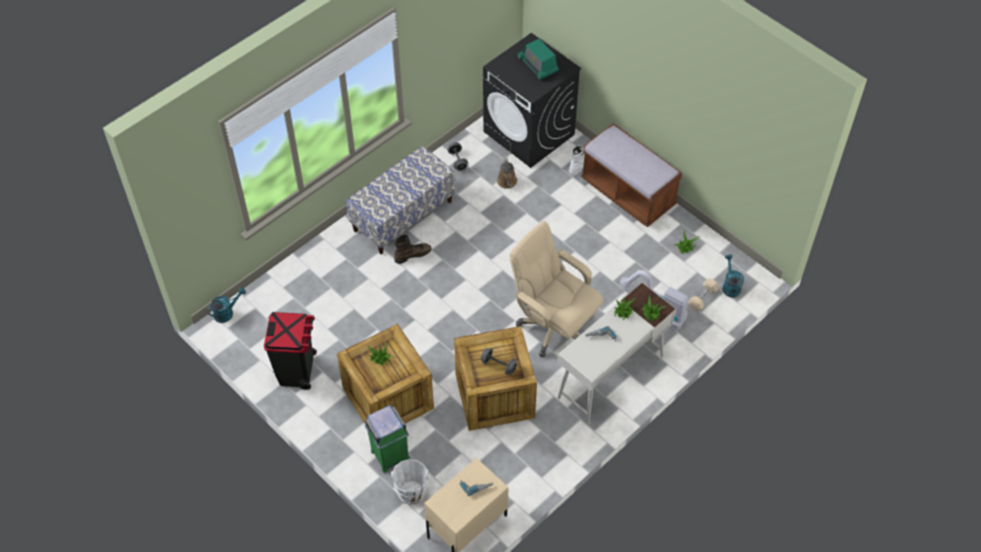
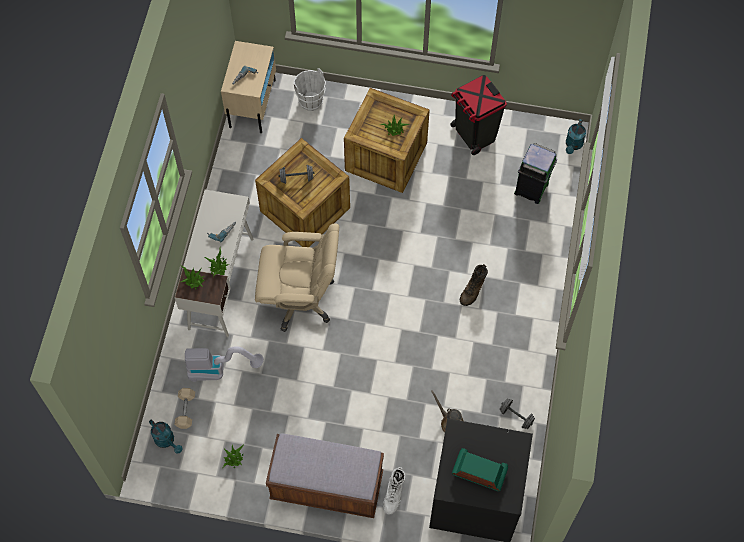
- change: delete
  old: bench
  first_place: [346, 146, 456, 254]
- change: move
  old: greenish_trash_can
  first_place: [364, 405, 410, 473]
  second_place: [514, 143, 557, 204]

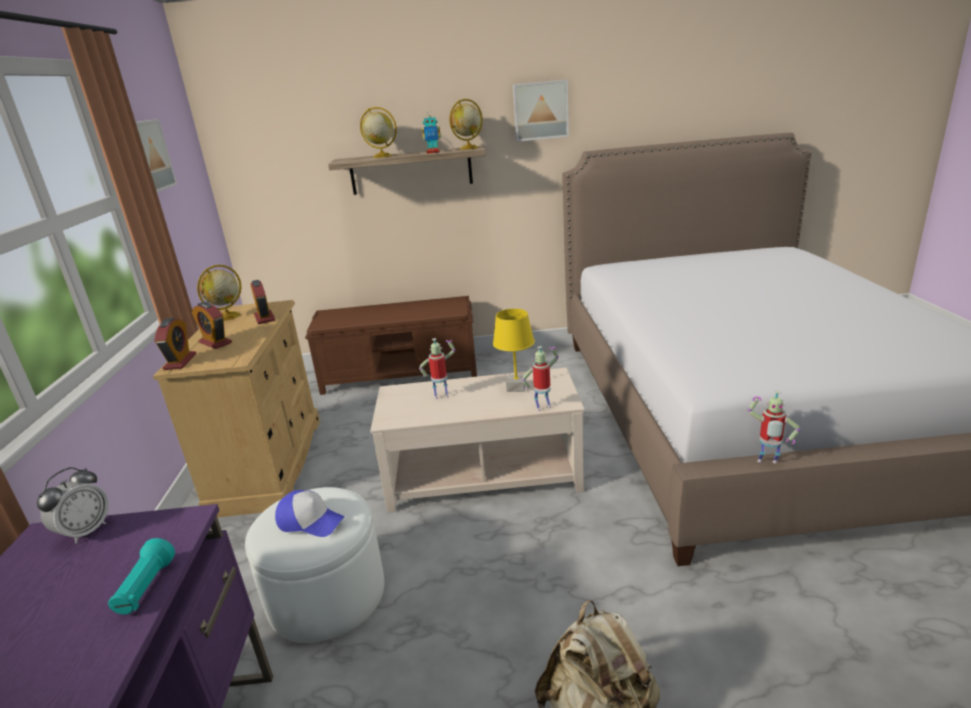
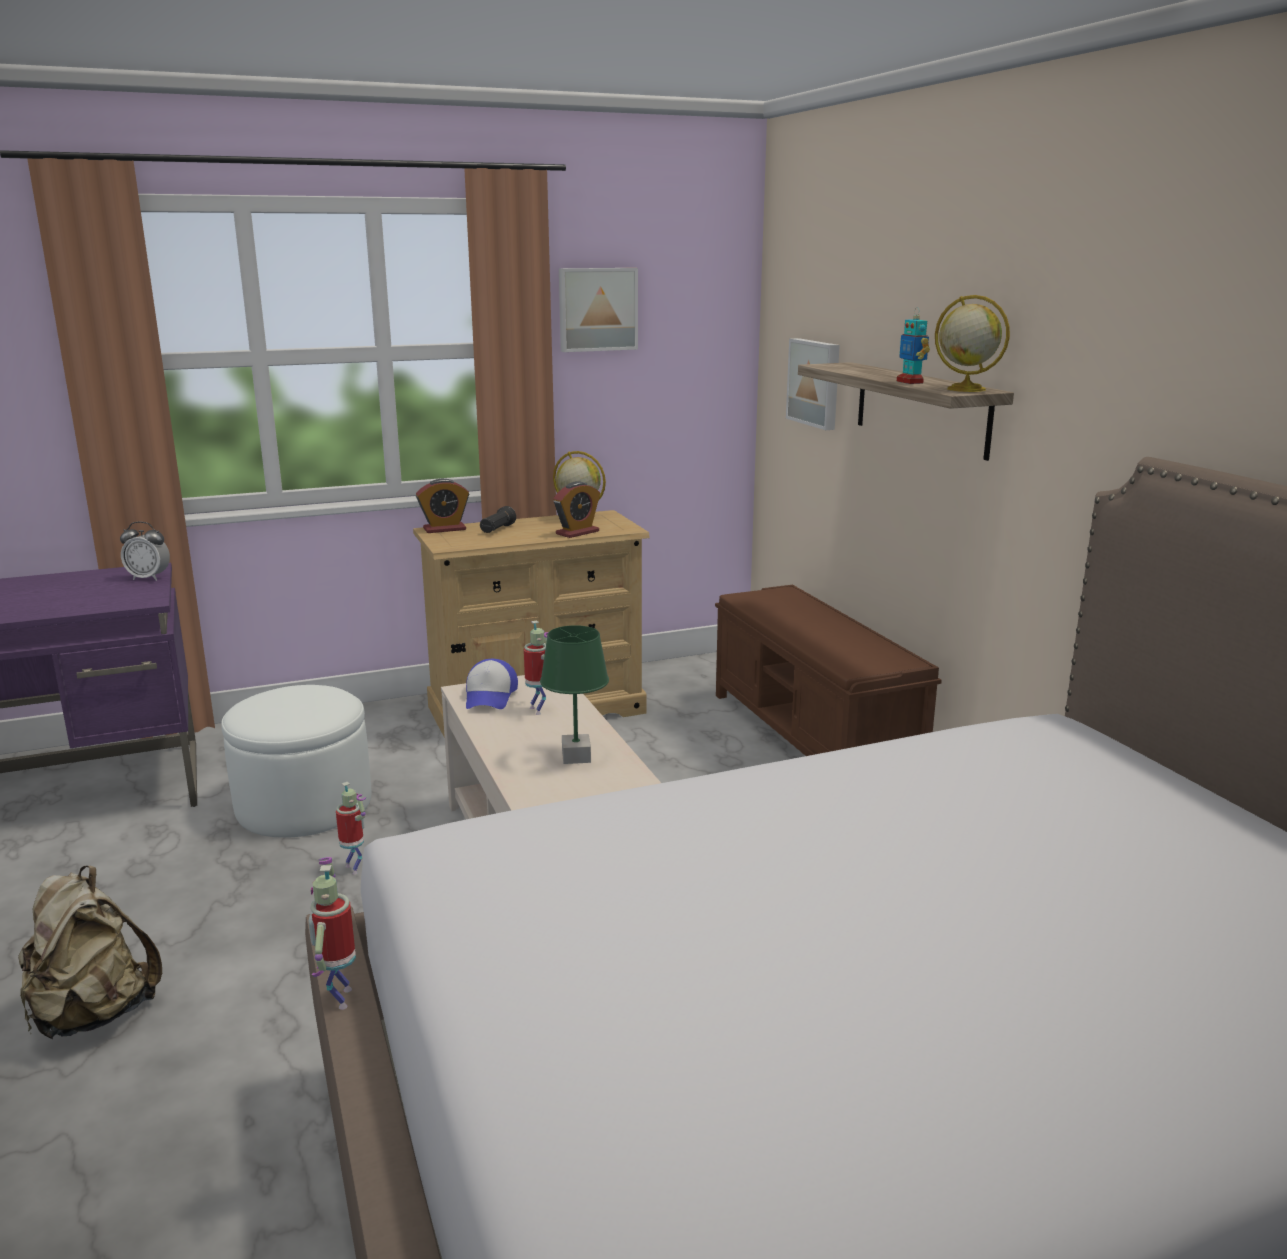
- change: delete
  old: blue-green_flashlight
  first_place: [108, 538, 175, 615]
- change: replace
  old: bedside_clock
  new: black_flashlight
  first_place: [192, 302, 232, 349]
  second_place: [480, 506, 516, 533]
- change: move
  old: cap
  first_place: [275, 490, 345, 537]
  second_place: [466, 659, 518, 709]
- change: delete
  old: globe
  first_place: [360, 107, 397, 158]
- change: recolor
  old: yellowish_lamp_for_a_table
  new: greenish_lamp_for_a_table
  first_place: [493, 309, 535, 392]
  second_place: [540, 625, 609, 764]
- change: move
  old: wall_art
  first_place: [513, 80, 569, 142]
  second_place: [786, 338, 840, 430]
- change: move
  old: model_robot
  first_place: [522, 346, 559, 411]
  second_place: [336, 782, 366, 875]

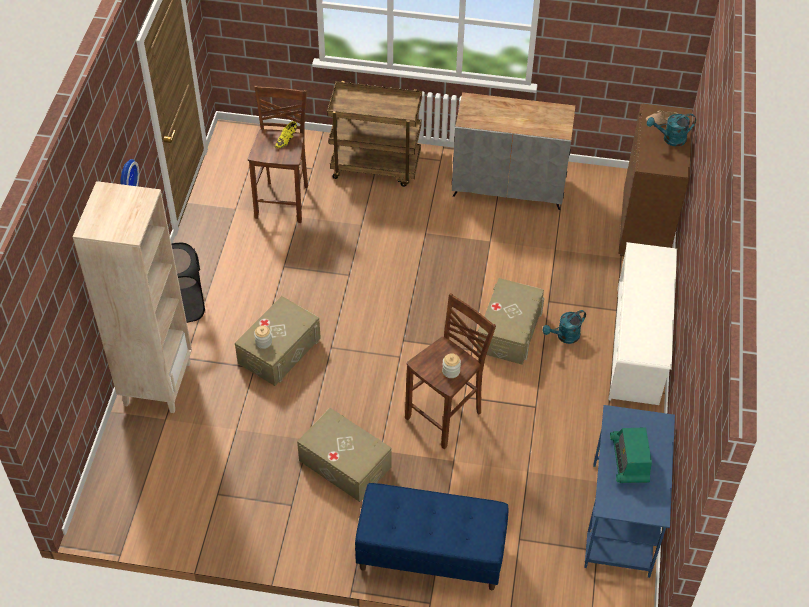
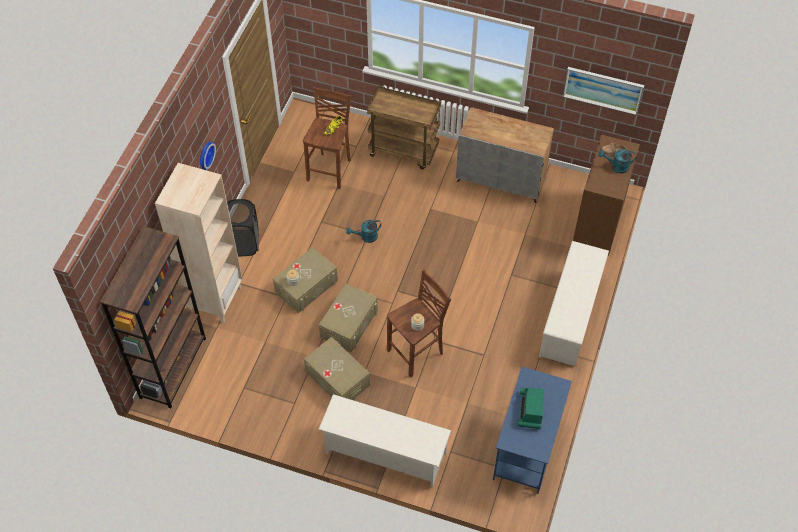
- change: replace
  old: blue-coloured_bench
  new: white-coloured_shoe_shelf
  first_place: [355, 483, 509, 590]
  second_place: [318, 394, 451, 488]
- change: move
  old: beige-coloured_storage_bin
  first_place: [477, 278, 544, 365]
  second_place: [319, 283, 378, 352]
- change: move
  old: blue-green_watering_can
  first_place: [542, 310, 586, 344]
  second_place: [346, 220, 381, 243]
- change: insert
  new: brown-coloured_shelving_unit
  second_place: [100, 226, 206, 408]
- change: insert
  new: wall_art
  second_place: [563, 67, 644, 115]

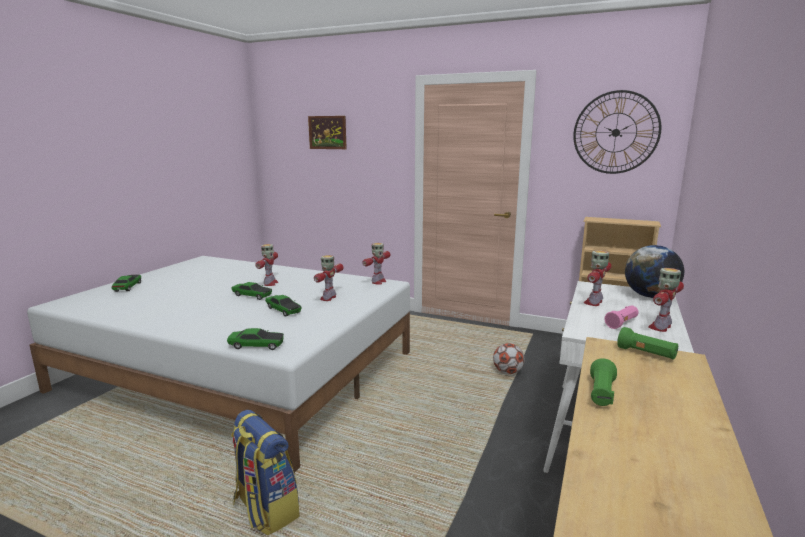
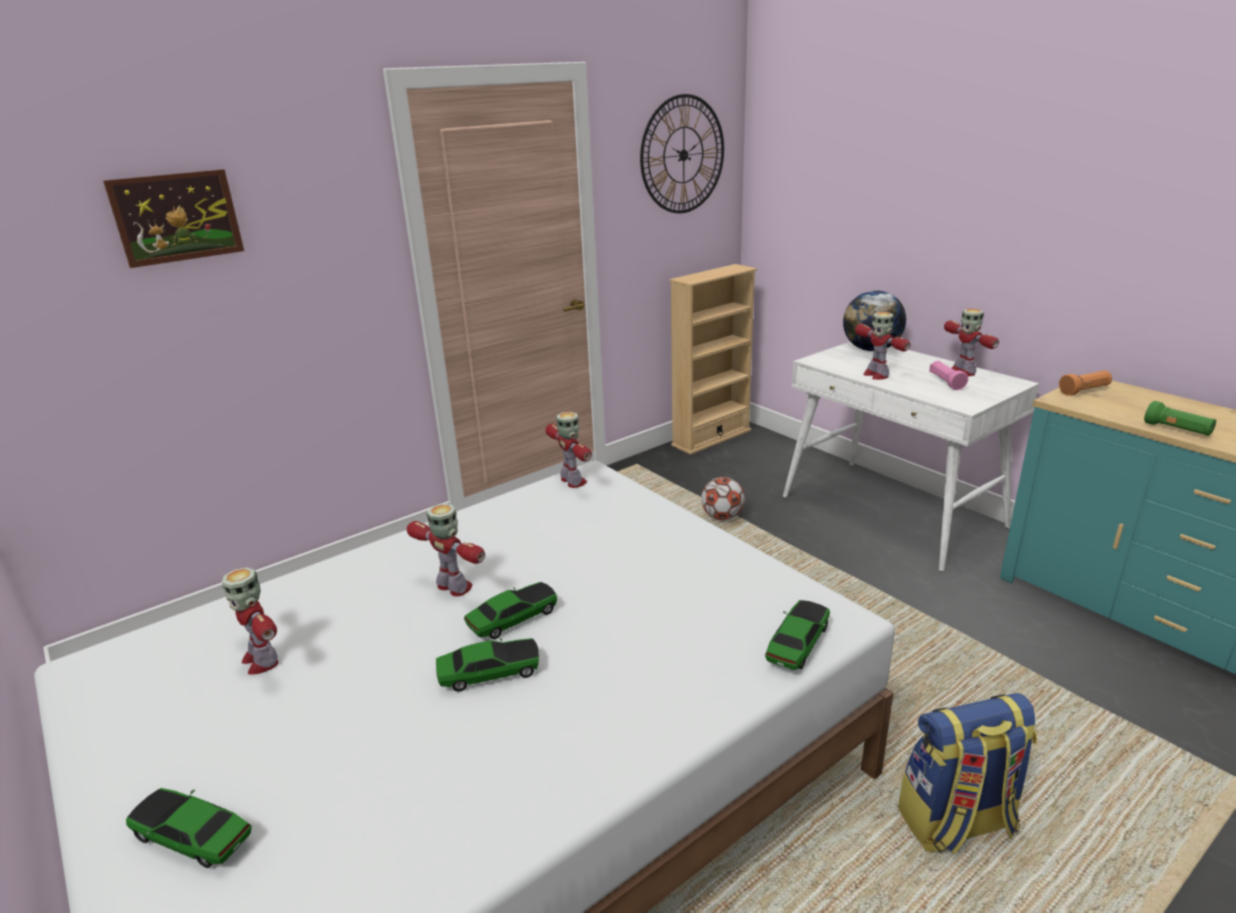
- change: move
  old: miniature_car
  first_place: [265, 295, 301, 317]
  second_place: [436, 638, 539, 692]
- change: move
  old: model_robot
  first_place: [314, 255, 344, 301]
  second_place: [222, 567, 278, 675]
- change: recolor
  old: greenish_flashlight
  new: orange-coloured_flashlight
  first_place: [617, 327, 678, 360]
  second_place: [1059, 370, 1112, 396]

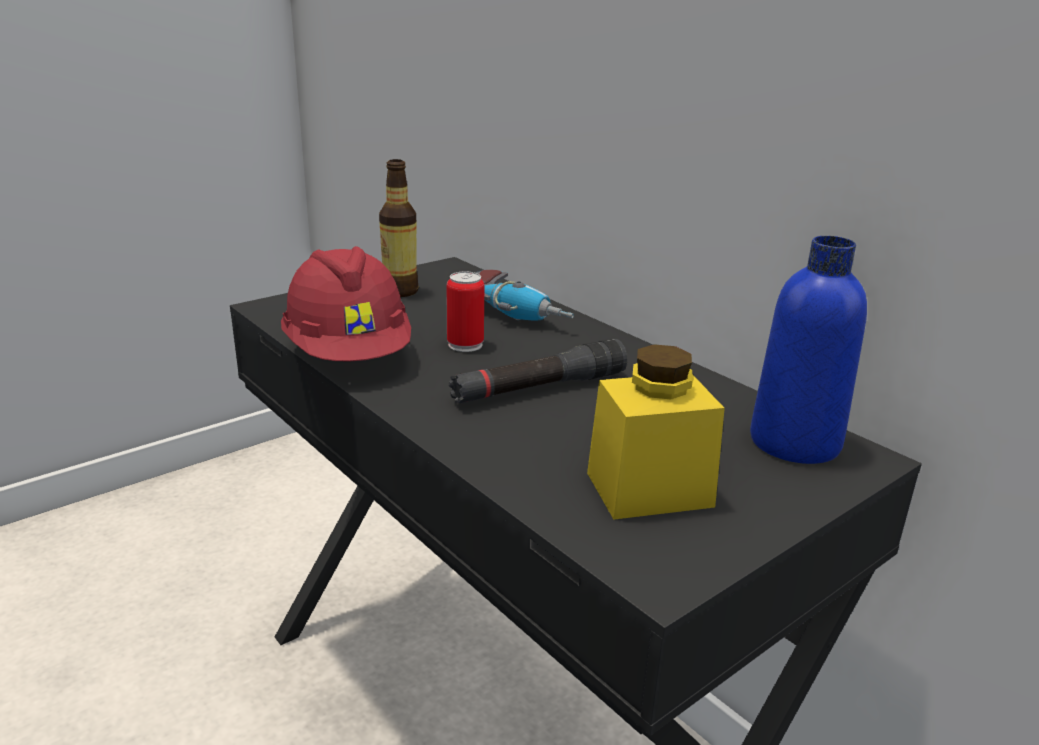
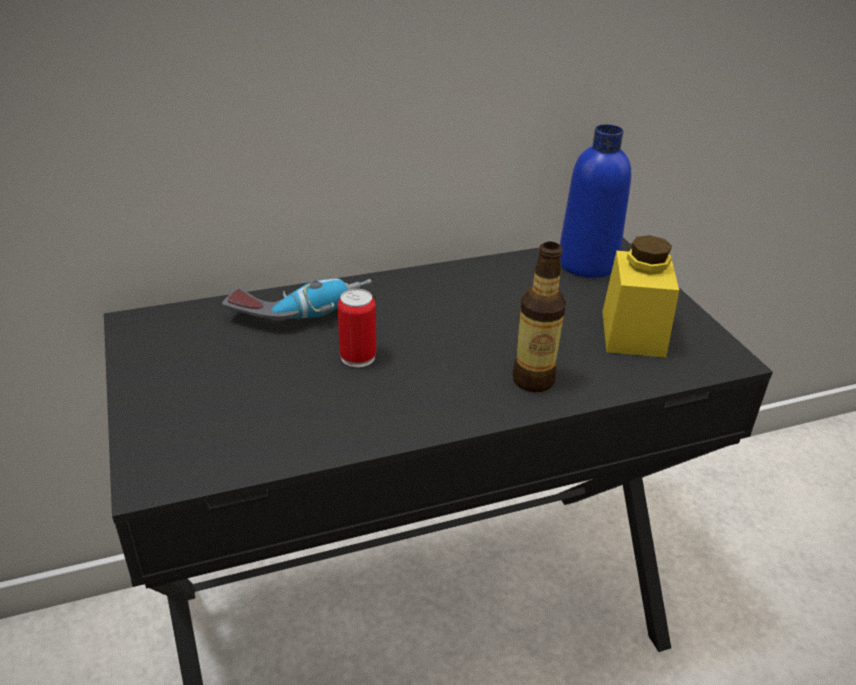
- change: delete
  old: red-coloured_work_helmet
  first_place: [281, 246, 411, 361]
- change: move
  old: bottle
  first_place: [379, 159, 419, 297]
  second_place: [513, 242, 566, 392]
- change: delete
  old: black_flashlight
  first_place: [449, 339, 627, 404]

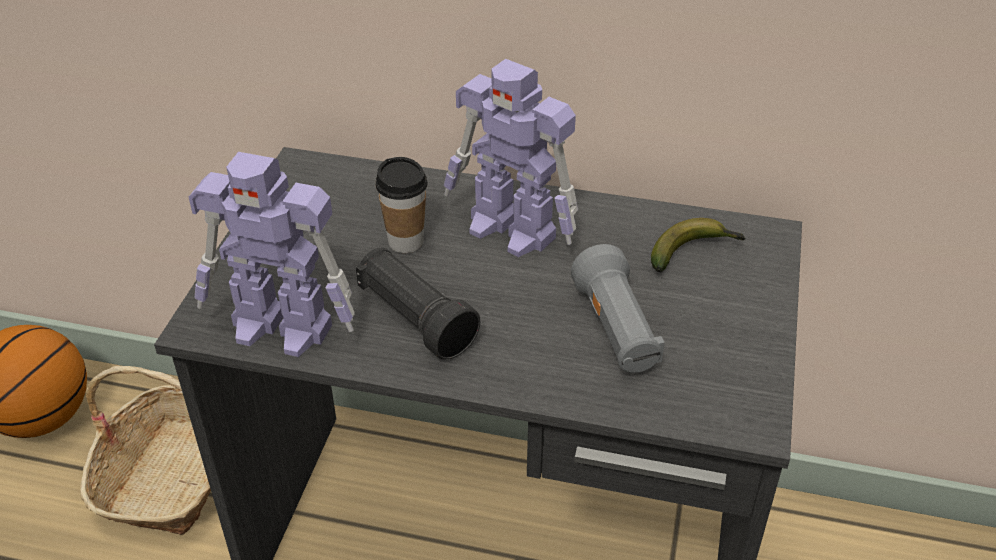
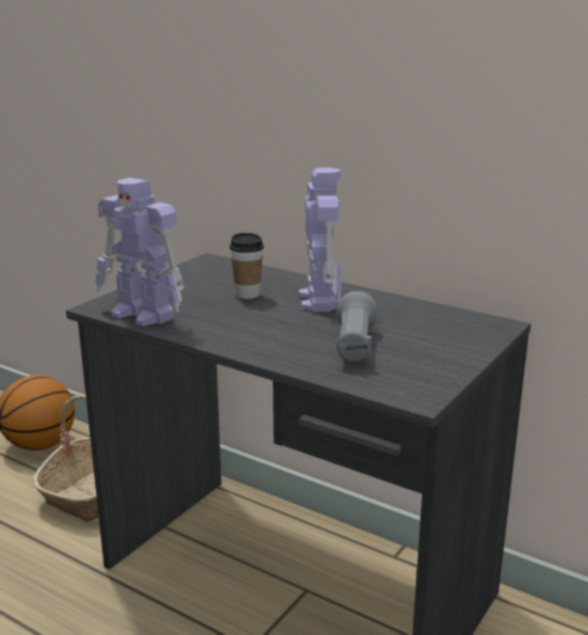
- change: delete
  old: black_flashlight
  first_place: [356, 248, 480, 360]
- change: rotate
  old: model_robot
  first_place: [444, 59, 578, 257]
  second_place: [299, 168, 342, 312]
  degrees: -150
- change: delete
  old: whole_banana
  first_place: [651, 218, 745, 272]

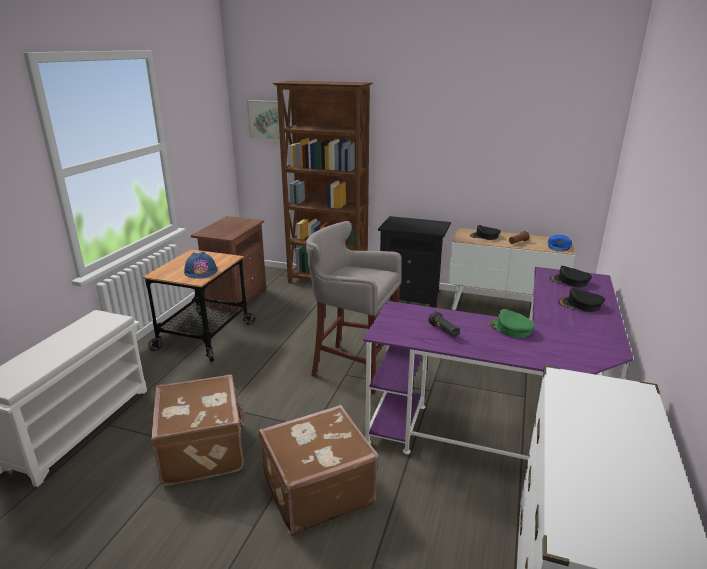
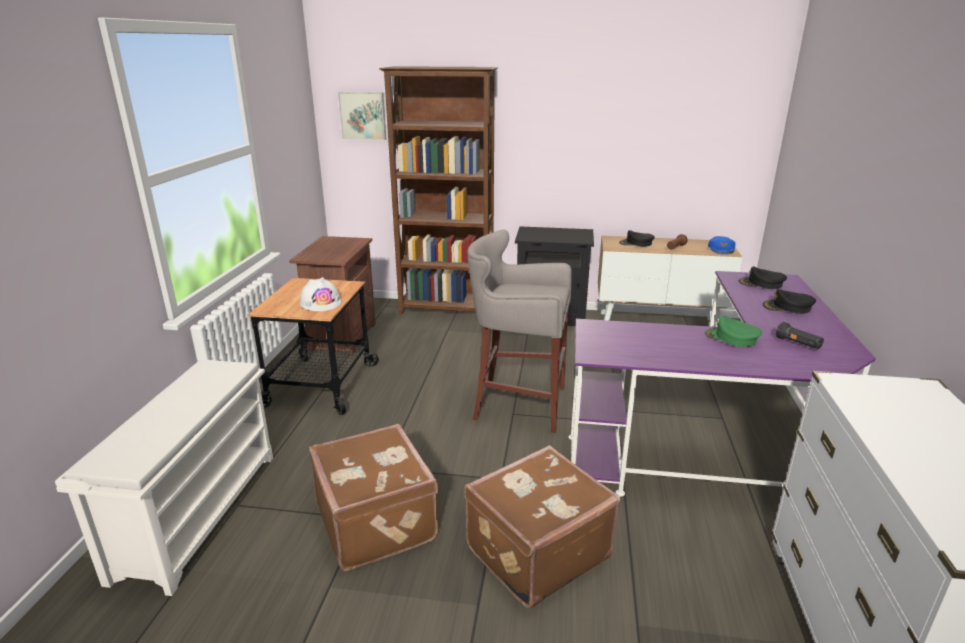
- change: recolor
  old: blue-coloured_work_helmet
  new: white-coloured_work_helmet
  first_place: [184, 251, 218, 279]
  second_place: [300, 277, 342, 311]
- change: move
  old: black_flashlight
  first_place: [429, 311, 460, 338]
  second_place: [776, 322, 824, 350]

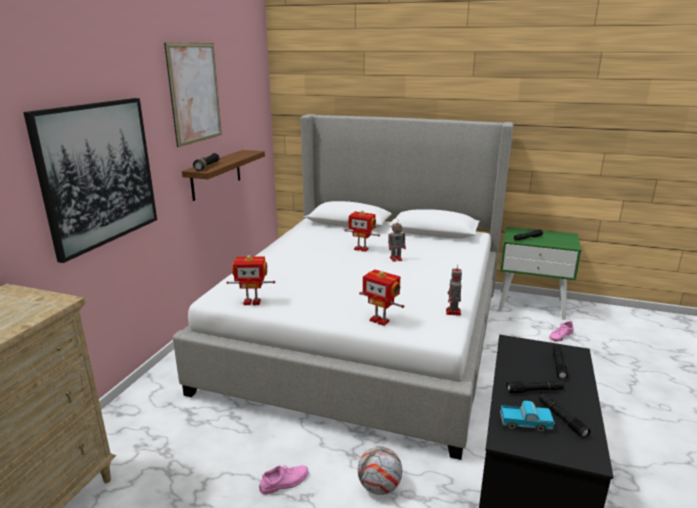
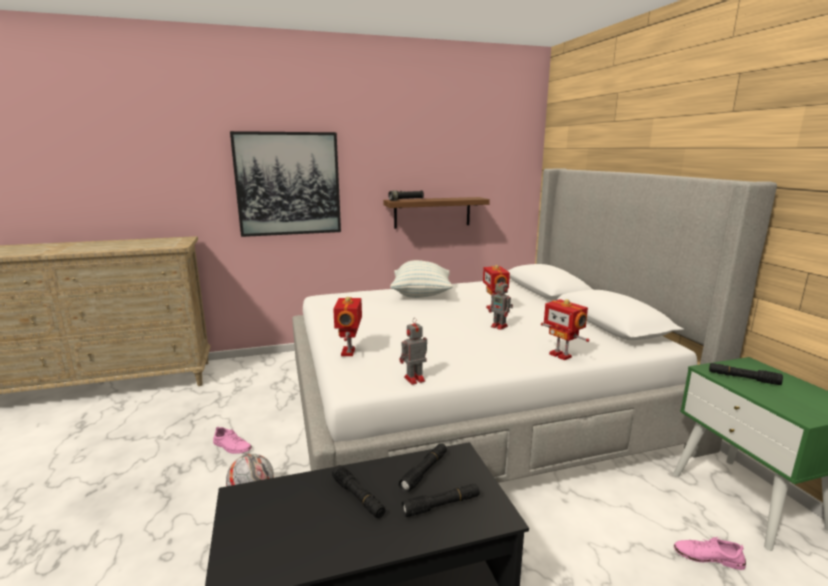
- change: delete
  old: wall_art
  first_place: [164, 42, 222, 147]
- change: move
  old: model_robot
  first_place: [226, 255, 276, 305]
  second_place: [541, 299, 589, 360]
- change: delete
  old: toy_truck
  first_place: [500, 401, 555, 433]
- change: move
  old: black_flashlight
  first_place: [539, 393, 591, 438]
  second_place: [399, 443, 447, 492]
- change: insert
  new: cushion
  second_place: [390, 260, 453, 298]

